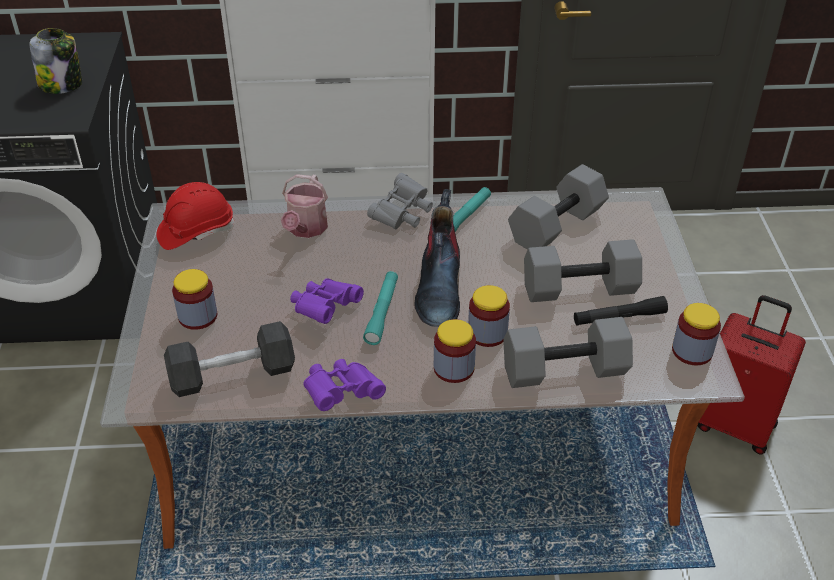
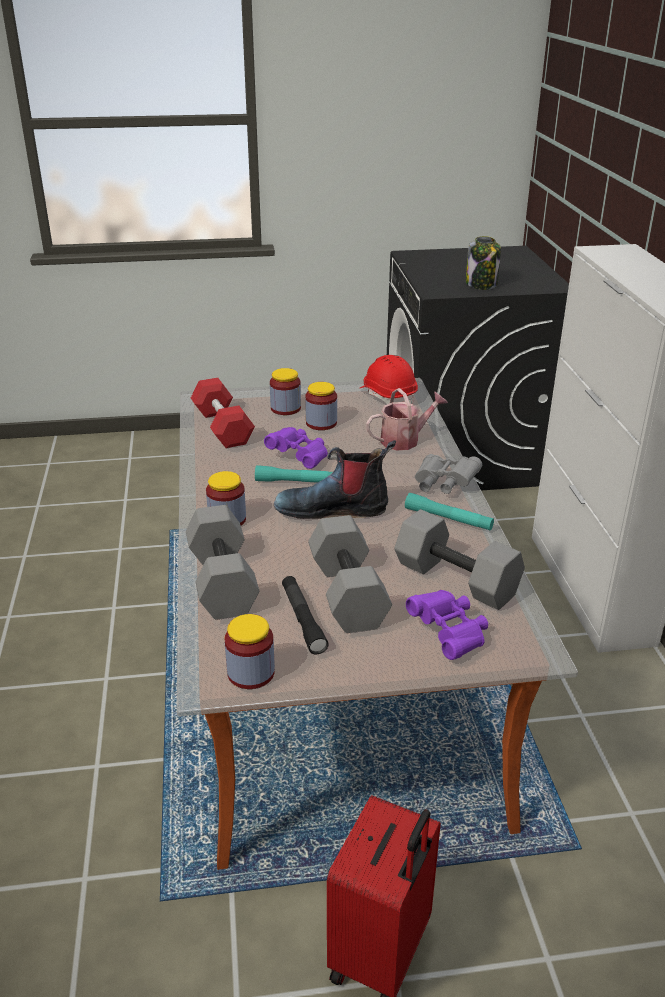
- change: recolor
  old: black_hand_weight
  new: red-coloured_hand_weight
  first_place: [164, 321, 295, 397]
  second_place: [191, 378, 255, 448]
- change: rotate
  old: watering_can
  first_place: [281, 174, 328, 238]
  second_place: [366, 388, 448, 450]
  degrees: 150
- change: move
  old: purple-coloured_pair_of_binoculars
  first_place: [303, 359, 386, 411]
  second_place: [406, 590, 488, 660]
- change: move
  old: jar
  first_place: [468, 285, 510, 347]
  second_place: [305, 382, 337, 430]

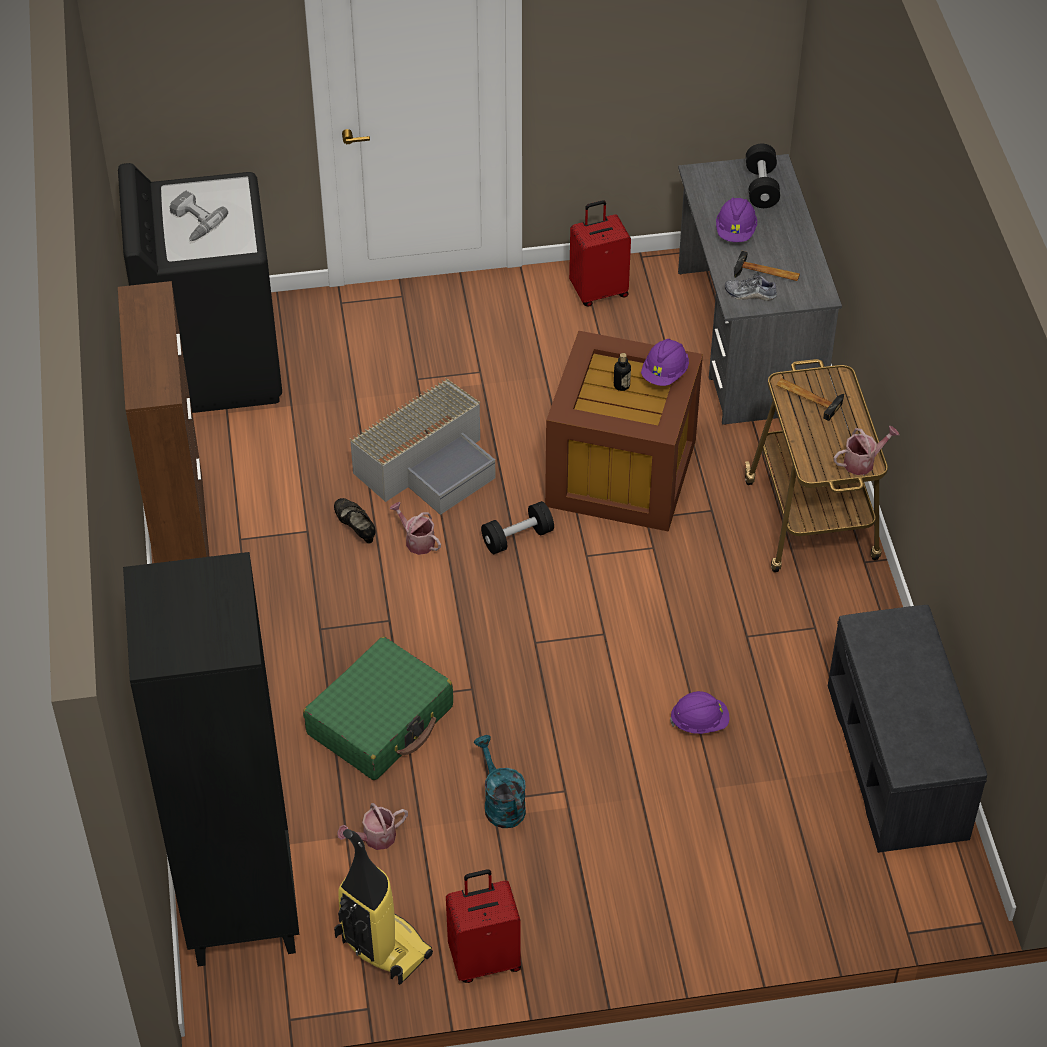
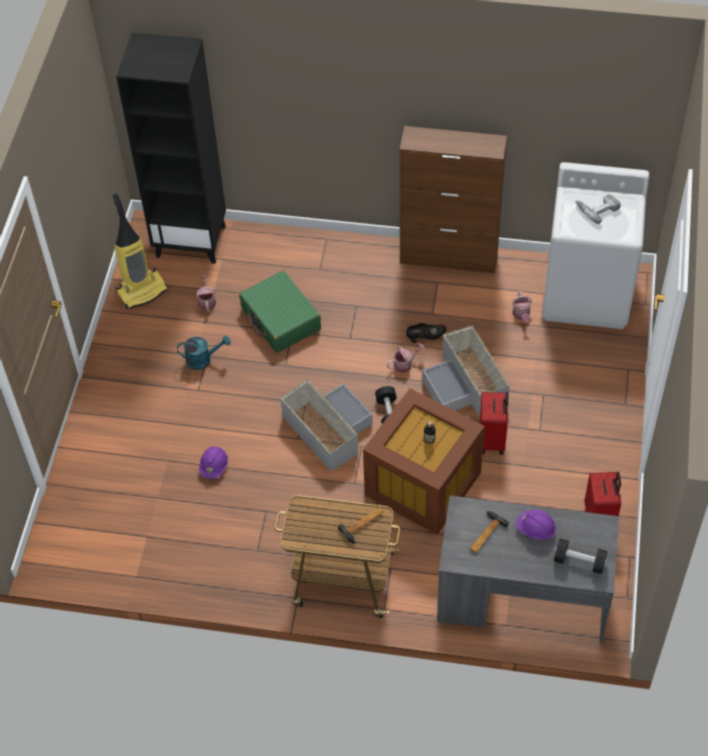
- change: recolor
  old: black_laundry_appliance
  new: white-coloured_laundry_appliance
  first_place: [118, 163, 282, 413]
  second_place: [542, 162, 649, 329]
- change: move
  old: red-coloured_suitcase
  first_place: [446, 869, 521, 983]
  second_place: [480, 391, 508, 455]
- change: delete
  old: purple-coloured_work_helmet
  first_place: [641, 339, 689, 386]
- change: delete
  old: item_of_footwear
  first_place: [725, 272, 777, 301]
- change: delete
  old: gray_bench
  first_place: [828, 605, 987, 853]
- change: move
  old: watering_can
  first_place: [834, 426, 900, 475]
  second_place: [512, 291, 532, 322]
- change: insert
  new: gray_storage_bin
  second_place: [280, 379, 373, 471]

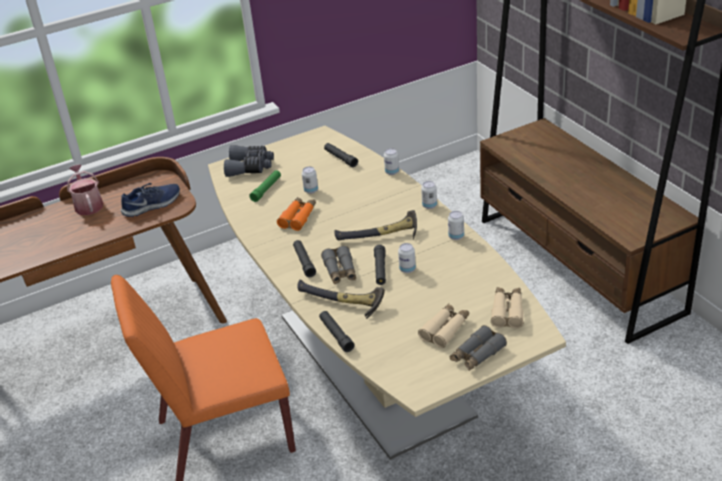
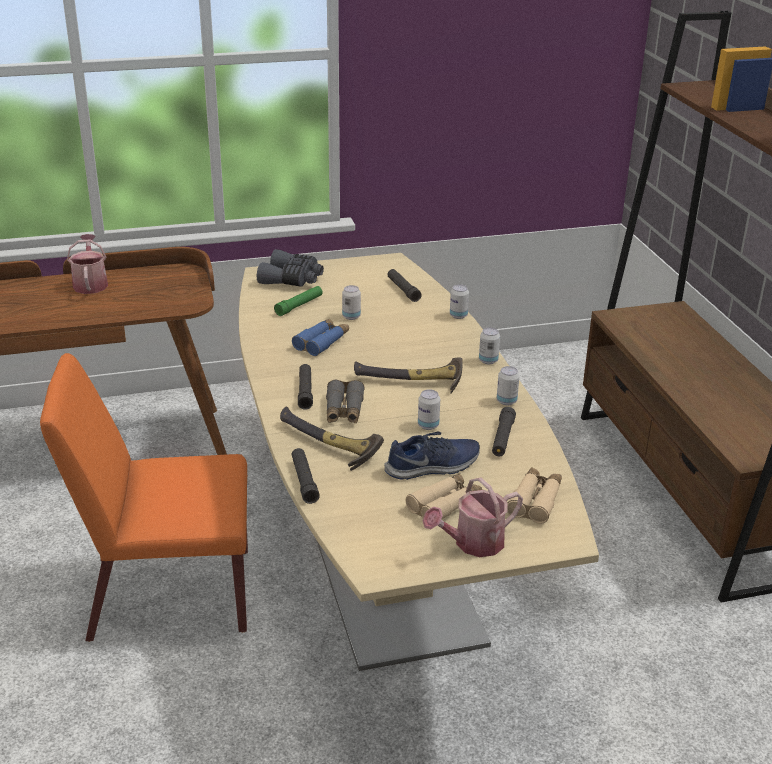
- change: move
  old: blue-coloured_item_of_footwear
  first_place: [121, 183, 180, 217]
  second_place: [385, 431, 480, 480]
- change: recolor
  old: orange-coloured_pair_of_binoculars
  new: blue-coloured_pair_of_binoculars
  first_place: [277, 197, 316, 231]
  second_place: [292, 319, 349, 356]
- change: move
  old: black_flashlight
  first_place: [374, 245, 386, 285]
  second_place: [492, 407, 516, 456]
- change: replace
  old: gray_pair_of_binoculars
  new: watering_can
  first_place: [450, 325, 507, 371]
  second_place: [423, 478, 523, 557]

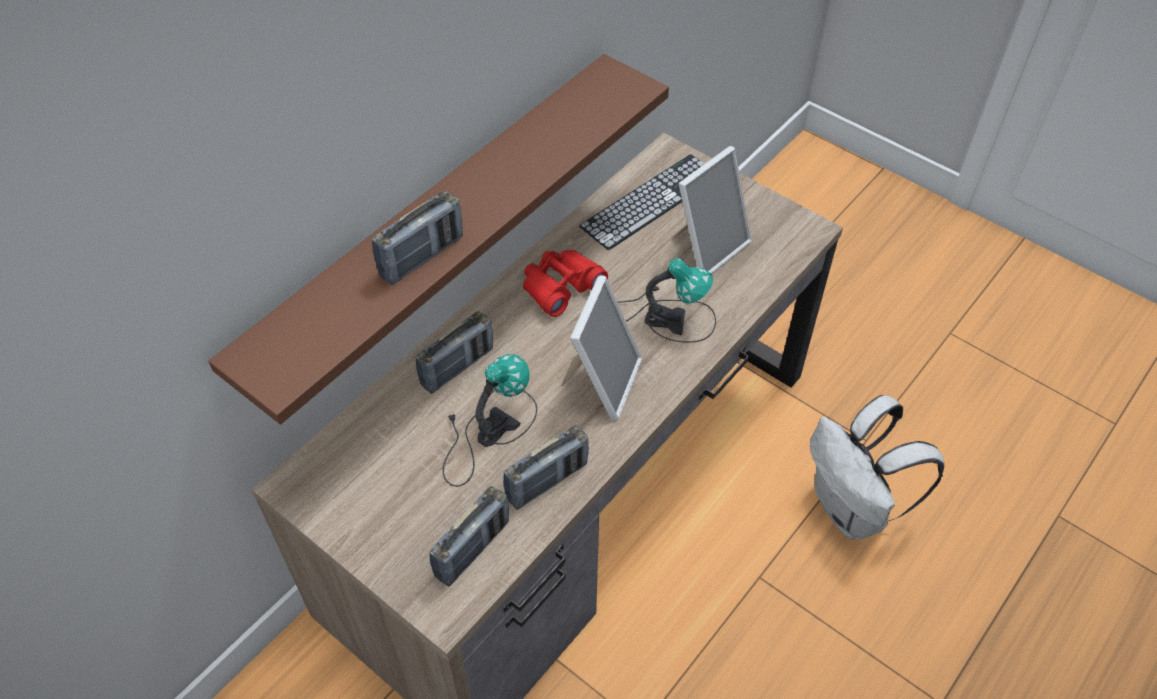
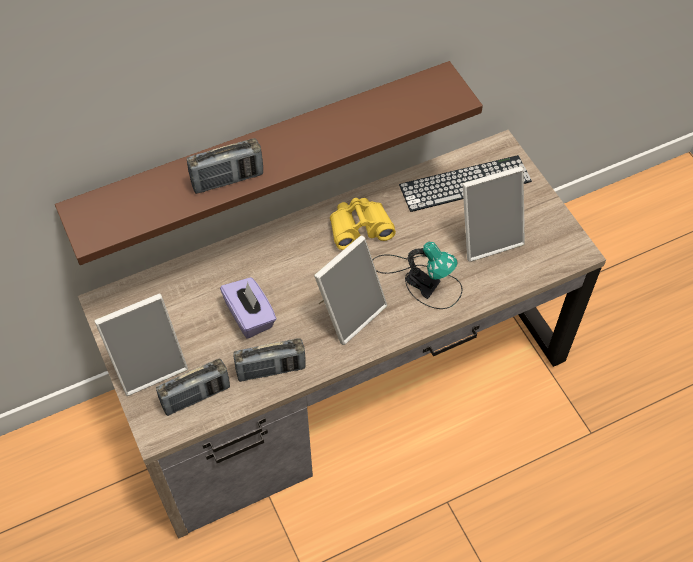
- change: delete
  old: radio_receiver
  first_place: [415, 311, 493, 394]
- change: replace
  old: lamp_for_a_table
  new: purple-coloured_box_of_tissues
  first_place: [443, 354, 537, 487]
  second_place: [220, 277, 277, 339]
- change: recolor
  old: red-coloured_pair_of_binoculars
  new: yellowish_pair_of_binoculars
  first_place: [523, 250, 608, 317]
  second_place: [330, 198, 396, 250]
- change: delete
  old: white-coloured_rucksack
  first_place: [810, 395, 945, 540]
- change: insert
  new: picture_frame
  second_place: [95, 294, 188, 396]

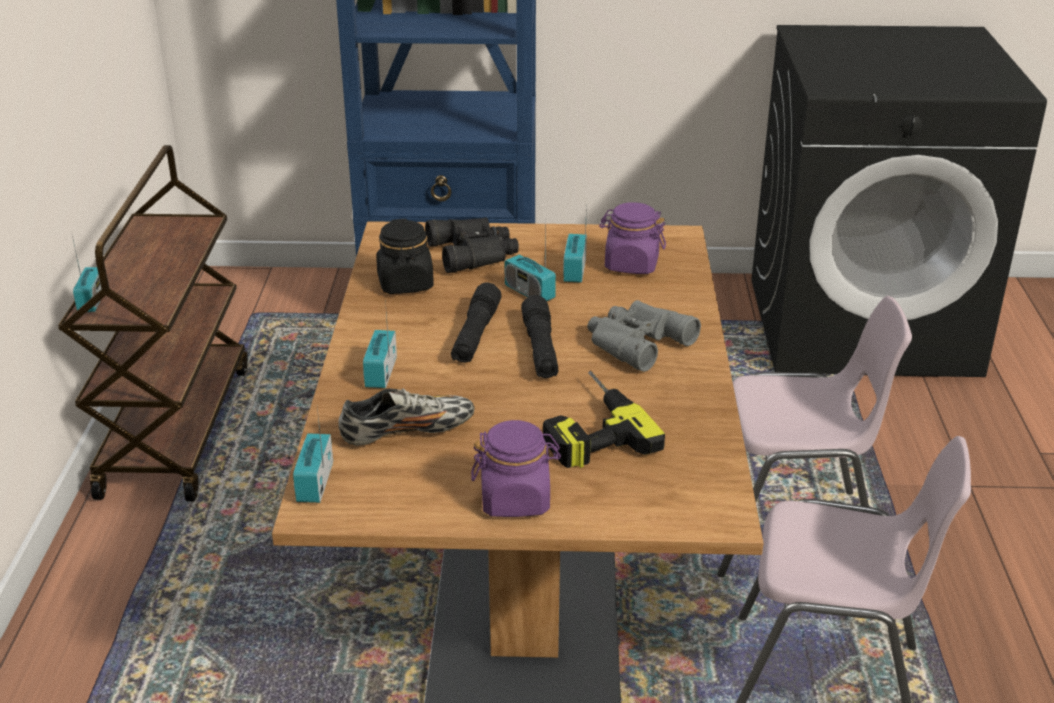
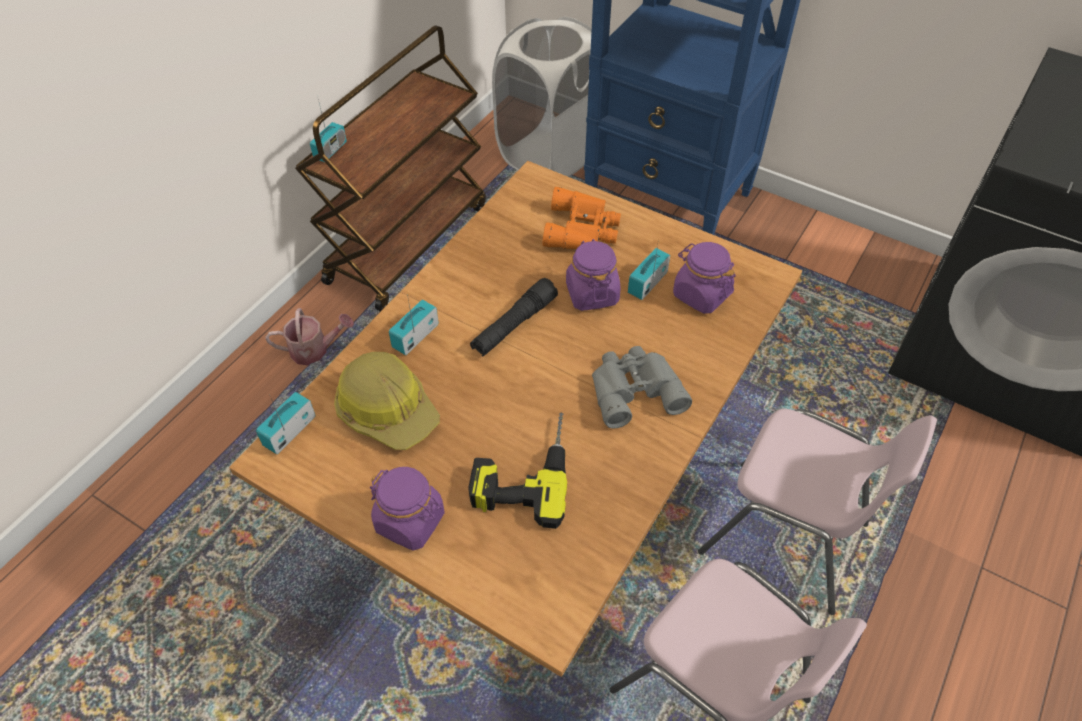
- change: replace
  old: item_of_footwear
  new: work_helmet
  first_place: [339, 388, 475, 446]
  second_place: [334, 352, 440, 450]
- change: delete
  old: black_jar
  first_place: [376, 219, 434, 294]
- change: recolor
  old: black_pair_of_binoculars
  new: orange-coloured_pair_of_binoculars
  first_place: [425, 217, 519, 273]
  second_place: [542, 187, 621, 249]
- change: replace
  old: radio_receiver
  new: purple-coloured_jar
  first_place: [505, 218, 556, 301]
  second_place: [566, 239, 621, 311]
- change: delete
  old: black_flashlight
  first_place: [521, 295, 559, 378]
- change: insert
  new: watering_can
  second_place: [265, 308, 354, 366]
- change: insert
  new: white-coloured_washing_basket
  second_place: [492, 17, 592, 177]

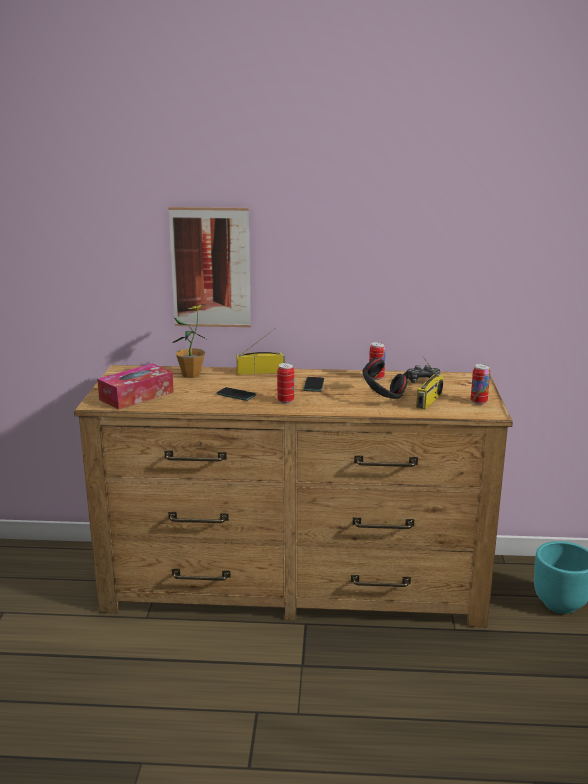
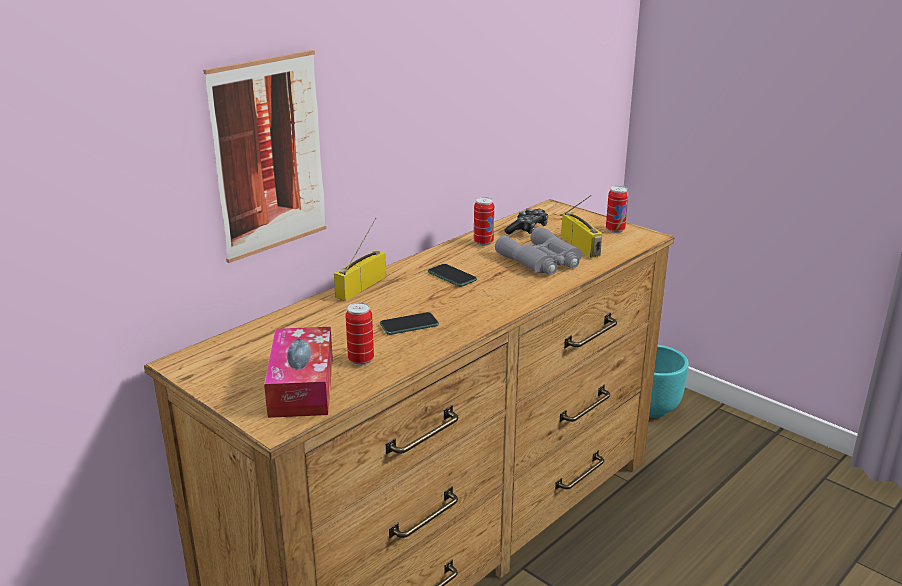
- change: delete
  old: houseplant
  first_place: [172, 304, 206, 378]
- change: move
  old: metal_can
  first_place: [277, 363, 294, 404]
  second_place: [346, 303, 374, 365]
- change: replace
  old: black_headset
  new: gray_pair_of_binoculars
  first_place: [362, 358, 407, 399]
  second_place: [495, 226, 582, 275]

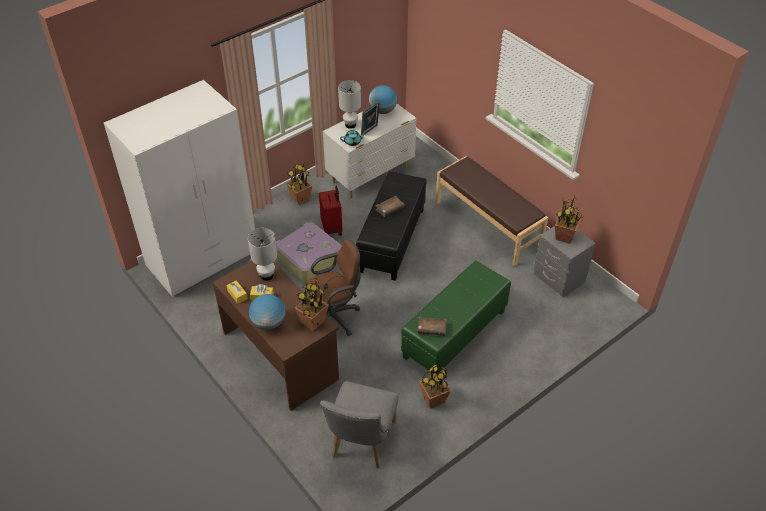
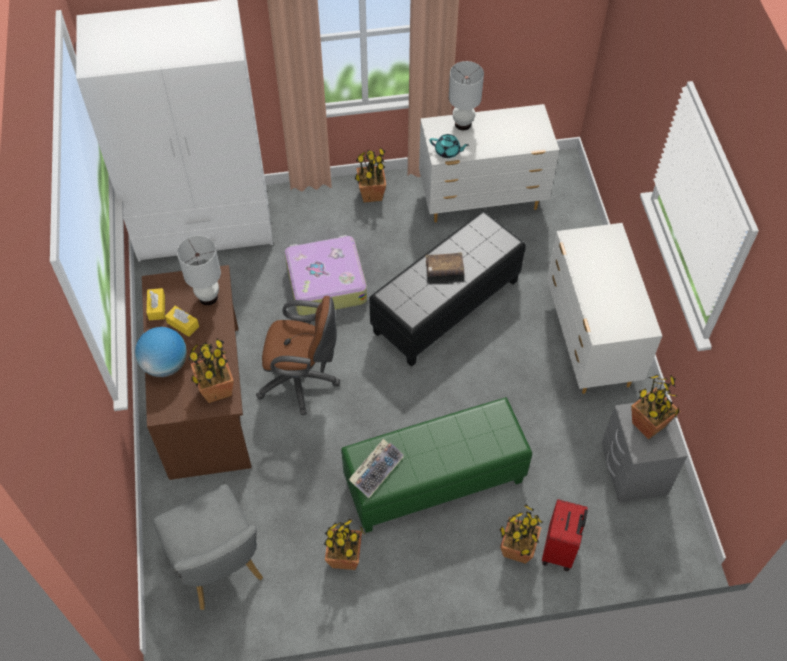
- change: move
  old: red-coloured_suitcase
  first_place: [319, 186, 343, 236]
  second_place: [542, 499, 588, 571]
- change: rotate
  old: gray_upright_chair
  first_place: [321, 381, 399, 468]
  second_place: [153, 484, 263, 610]
  degrees: -75
- change: delete
  old: picture_frame
  first_place: [361, 101, 380, 135]
- change: delete
  old: globe
  first_place: [369, 85, 397, 114]
- change: replace
  old: brown-coloured_bound_book
  new: computer_keyboard
  first_place: [418, 317, 447, 336]
  second_place: [348, 439, 404, 498]
- change: replace
  old: brown-coloured_bench
  new: white-coloured_chest_of_drawers
  first_place: [436, 156, 548, 267]
  second_place: [547, 223, 662, 394]
- change: insert
  new: houseplant
  second_place: [499, 504, 543, 564]

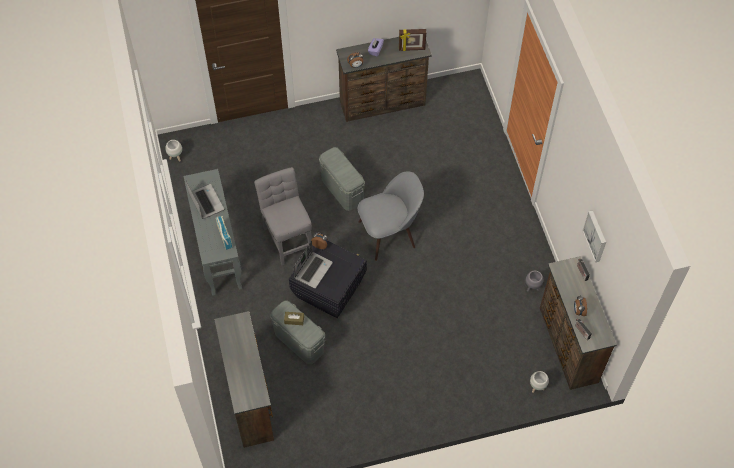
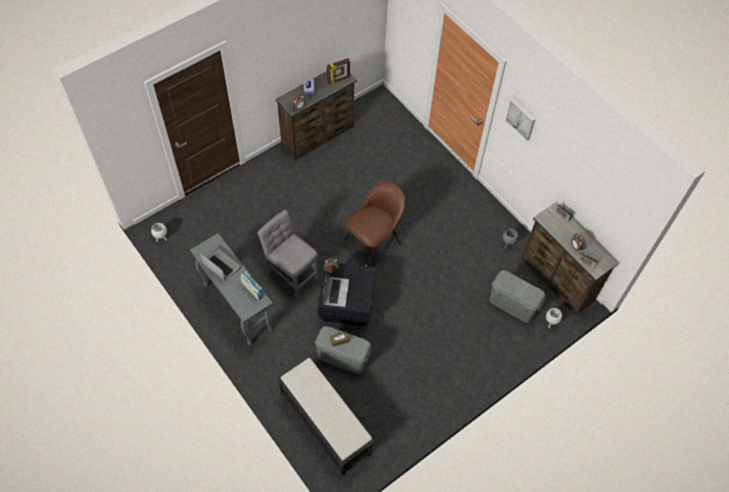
- change: replace
  old: brown-coloured_chest_of_drawers
  new: black_bench
  first_place: [214, 311, 274, 448]
  second_place: [277, 357, 374, 477]
- change: move
  old: gray_storage_bin
  first_place: [319, 147, 365, 211]
  second_place: [490, 270, 545, 323]
- change: recolor
  old: gray_upright_chair
  new: brown-coloured_upright_chair
  first_place: [358, 171, 424, 261]
  second_place: [344, 181, 405, 267]
- change: move
  old: wall_art
  first_place: [582, 210, 606, 262]
  second_place: [505, 99, 536, 142]

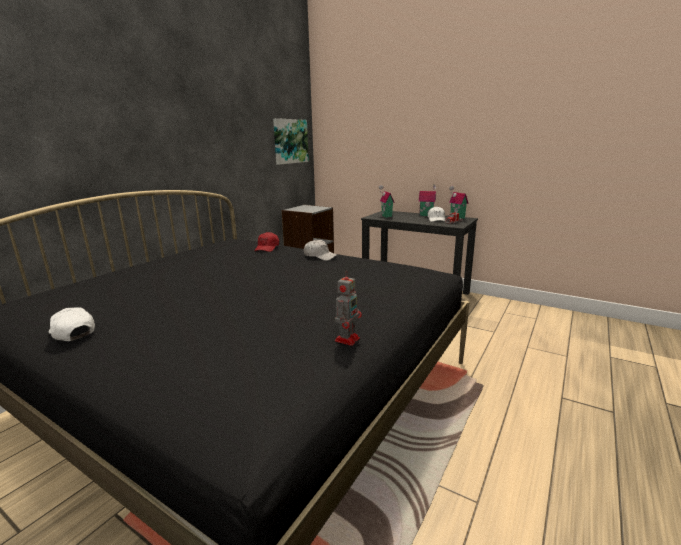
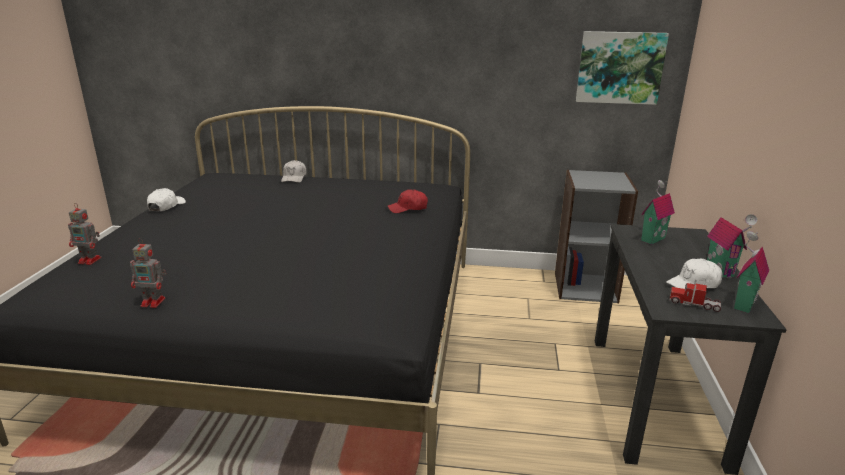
- change: move
  old: white-coloured_cap
  first_place: [304, 239, 338, 261]
  second_place: [281, 160, 307, 183]
- change: insert
  new: model_robot
  second_place: [68, 203, 102, 265]

